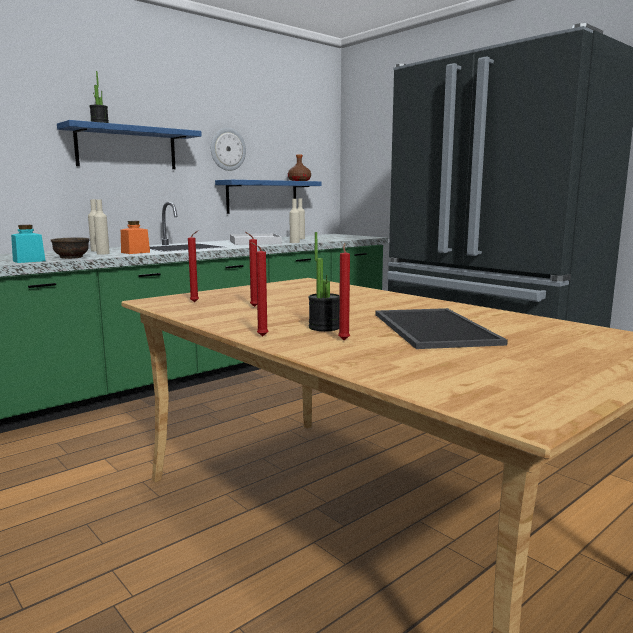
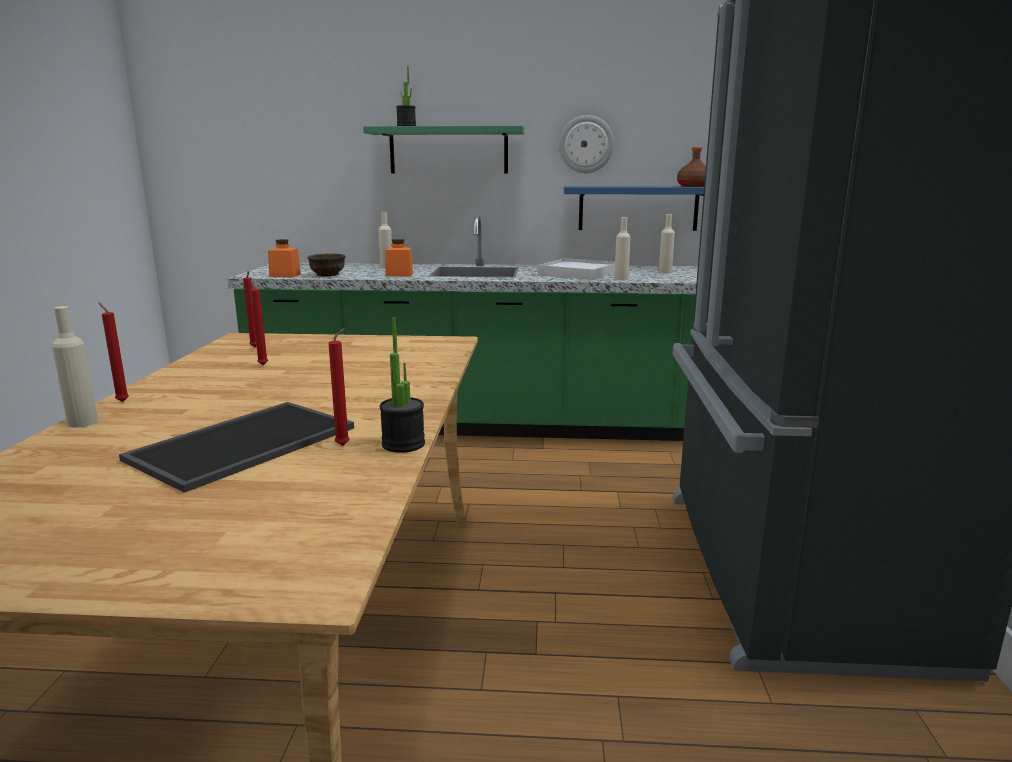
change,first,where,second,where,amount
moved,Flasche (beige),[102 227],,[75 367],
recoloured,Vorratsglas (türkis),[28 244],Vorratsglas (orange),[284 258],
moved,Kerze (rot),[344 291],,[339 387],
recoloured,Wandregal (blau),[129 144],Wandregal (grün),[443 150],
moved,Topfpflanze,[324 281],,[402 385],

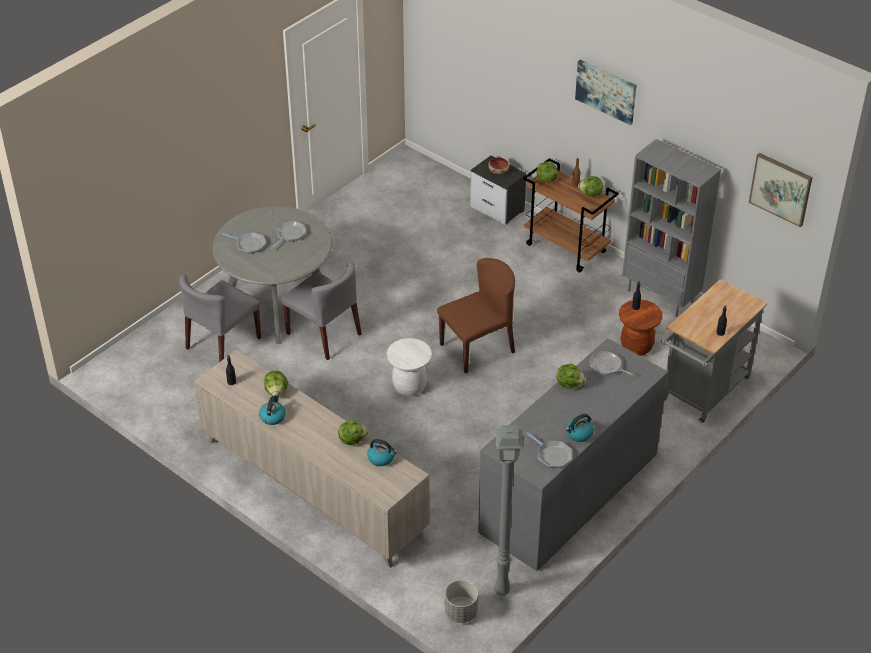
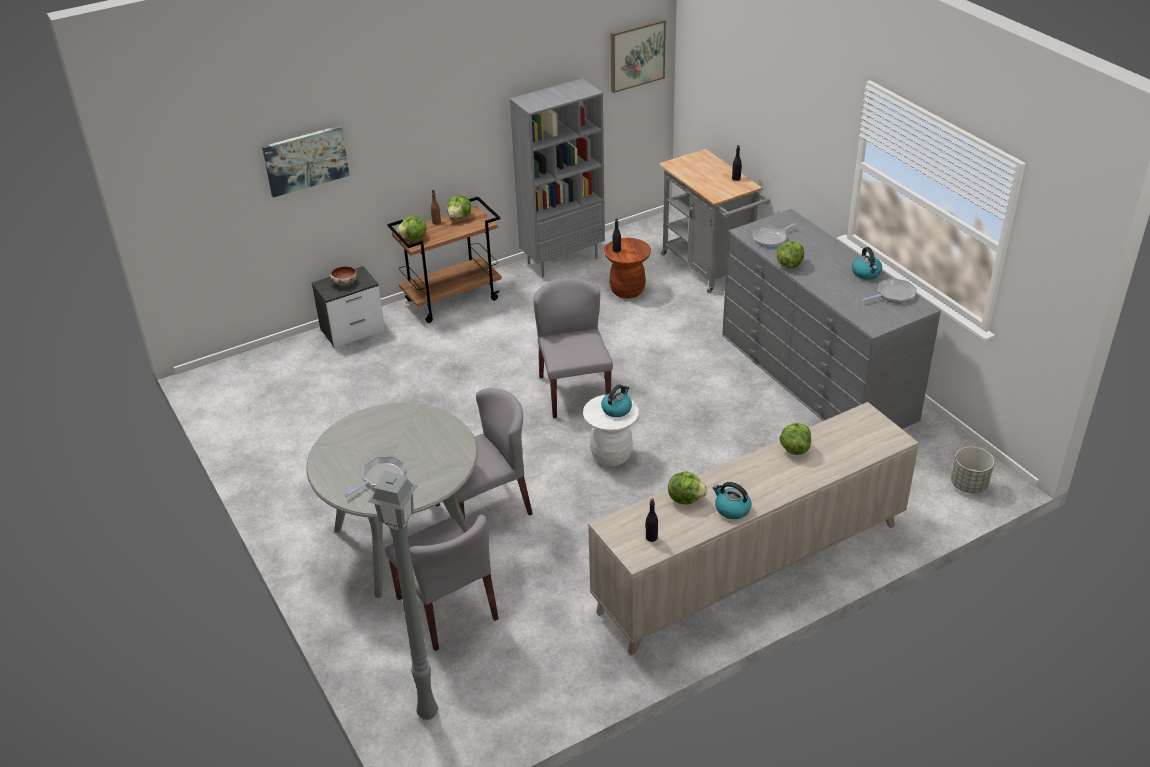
change,first,where,second,where,amount
moved,Bild,[606 92],,[306 161],
moved,Stehlampe (grau),[508 510],,[403 595],
recoloured,Stuhl (braun),[476 315],Stuhl (grau),[573 348],
moved,Wasserkessel,[382 452],,[616 400],
removed,Pfanne,[288 235],,,

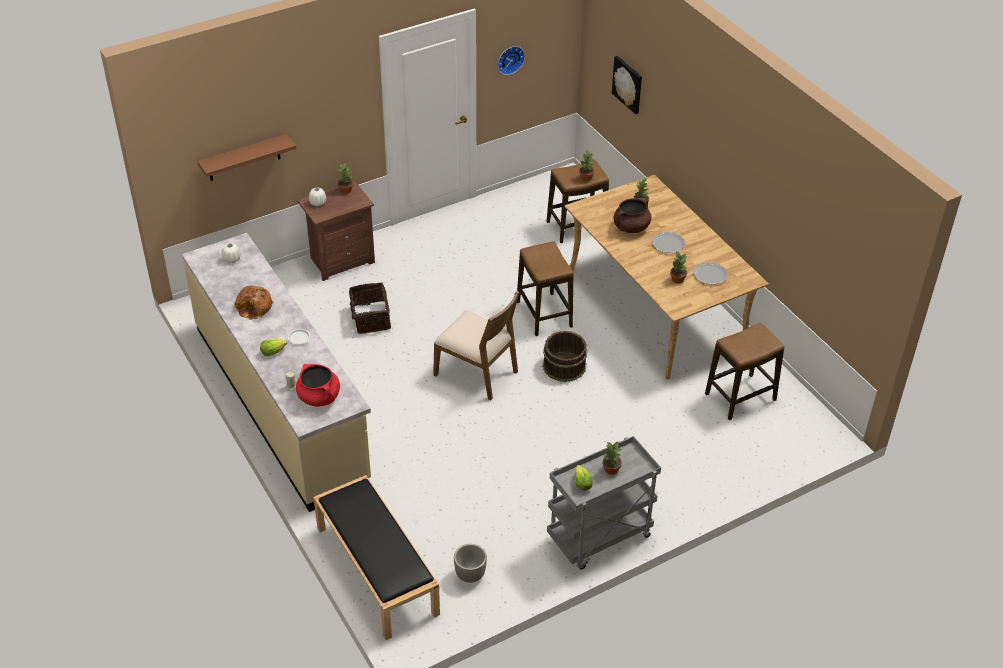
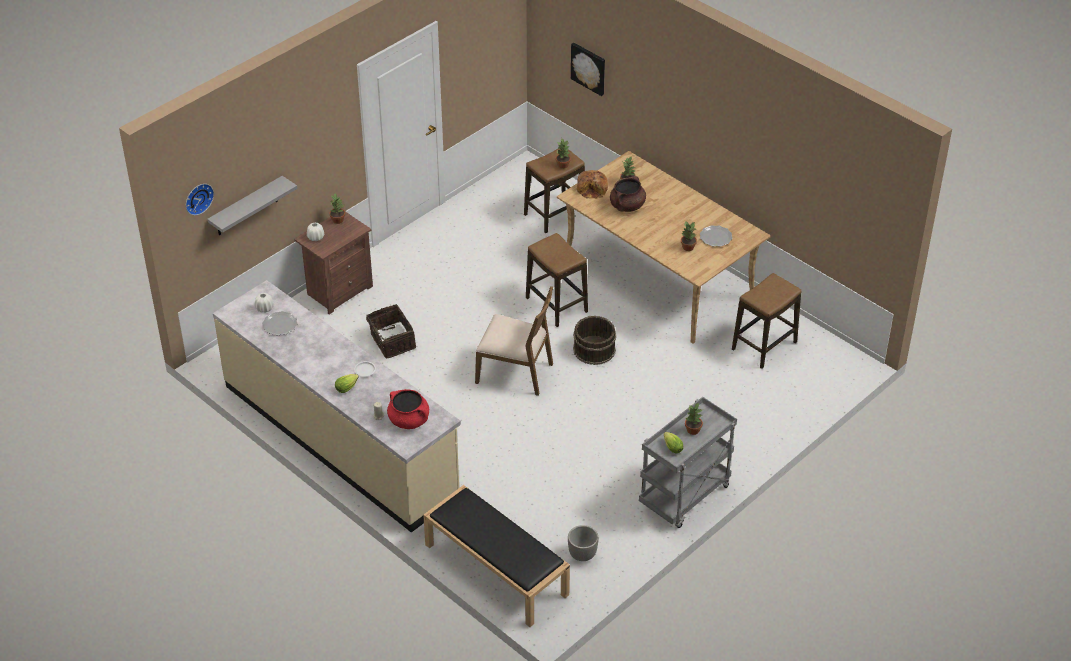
change,first,where,second,where,amount
moved,Wanduhr,[511 60],,[200 199],
recoloured,Wandregal (braun),[246 157],Wandregal (grau),[252 205],
moved,Teller,[668 242],,[280 323],
moved,Brot,[253 303],,[592 184],

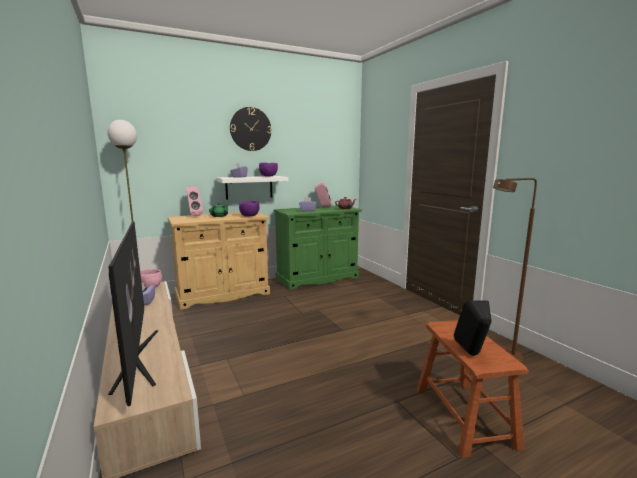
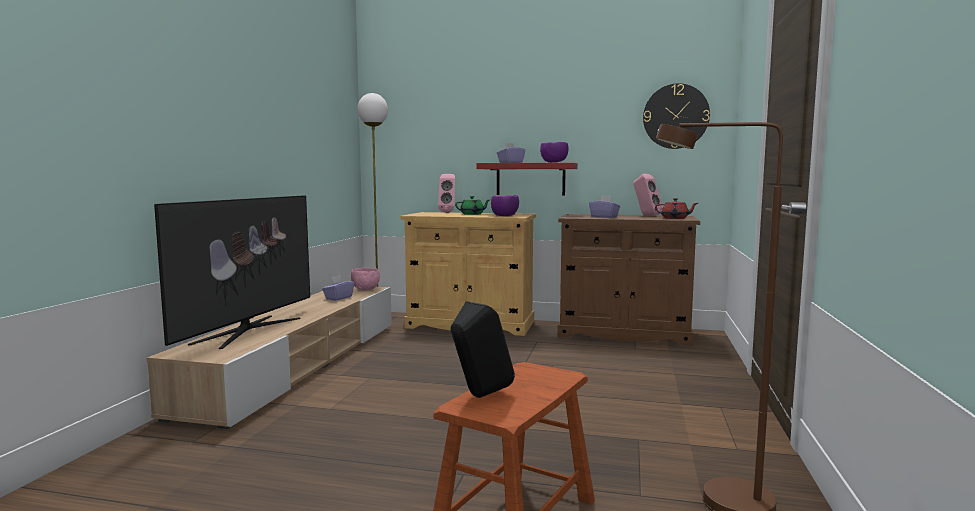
change,first,where,second,where,amount
recoloured,Wandregal (weiß),[252 188],Wandregal (rot),[527 179],
recoloured,Schrank (grün),[318 247],Schrank (braun),[629 279],
moved,Wanduhr,[251 129],,[676 116],

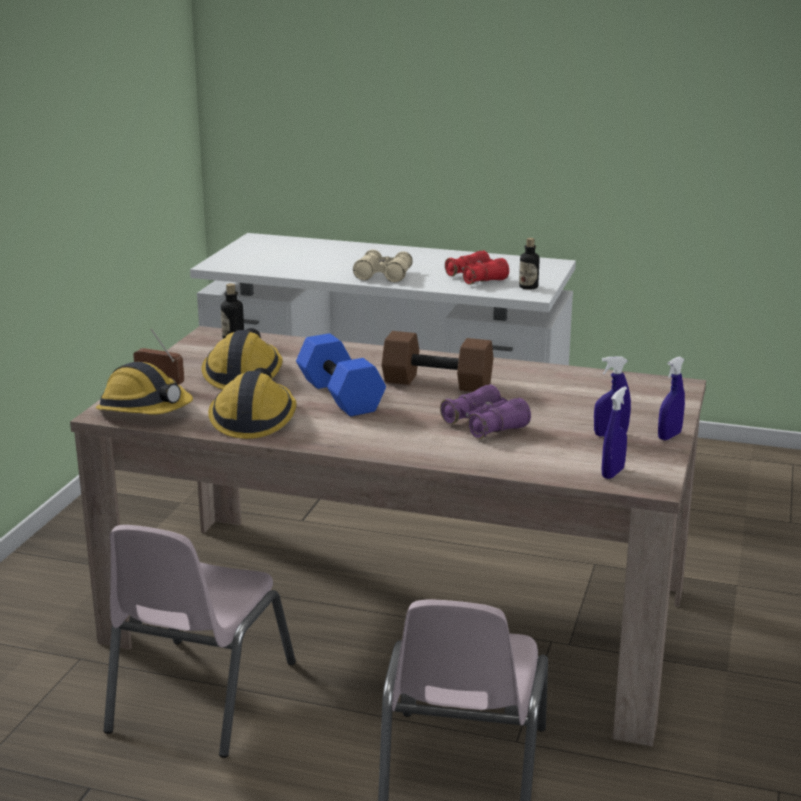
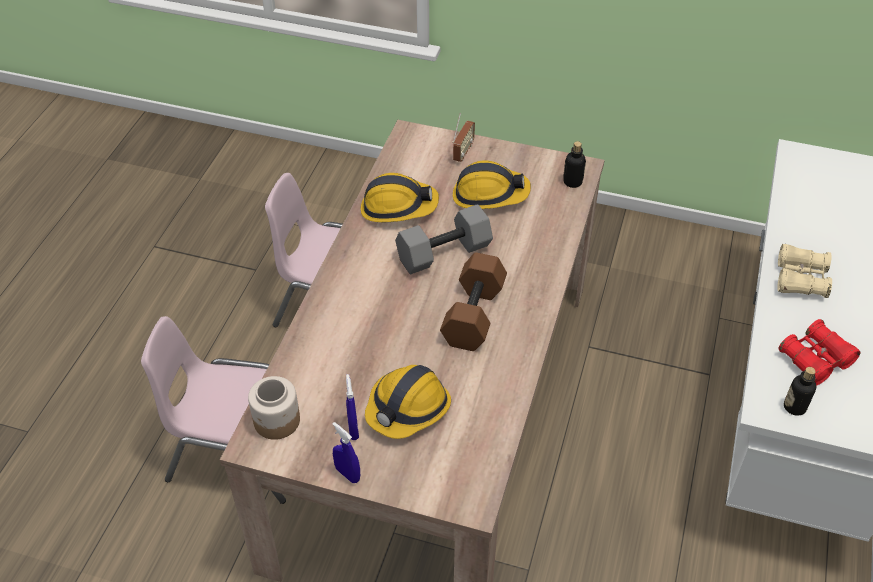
change,first,where,second,where,amount
replaced,Sprühflasche (blau),[614 432],Vorratsglas,[274 408],
moved,Schutzhelm,[144 388],,[408 402],
recoloured,Hantel (blau),[341 374],Hantel (grau),[444 239],
removed,Fernglas (lila),[485 411],,,

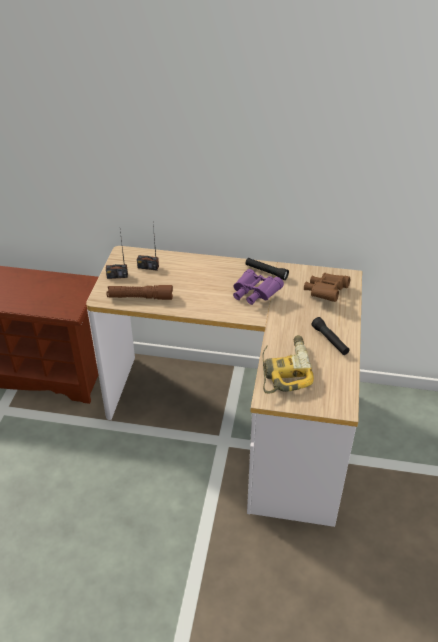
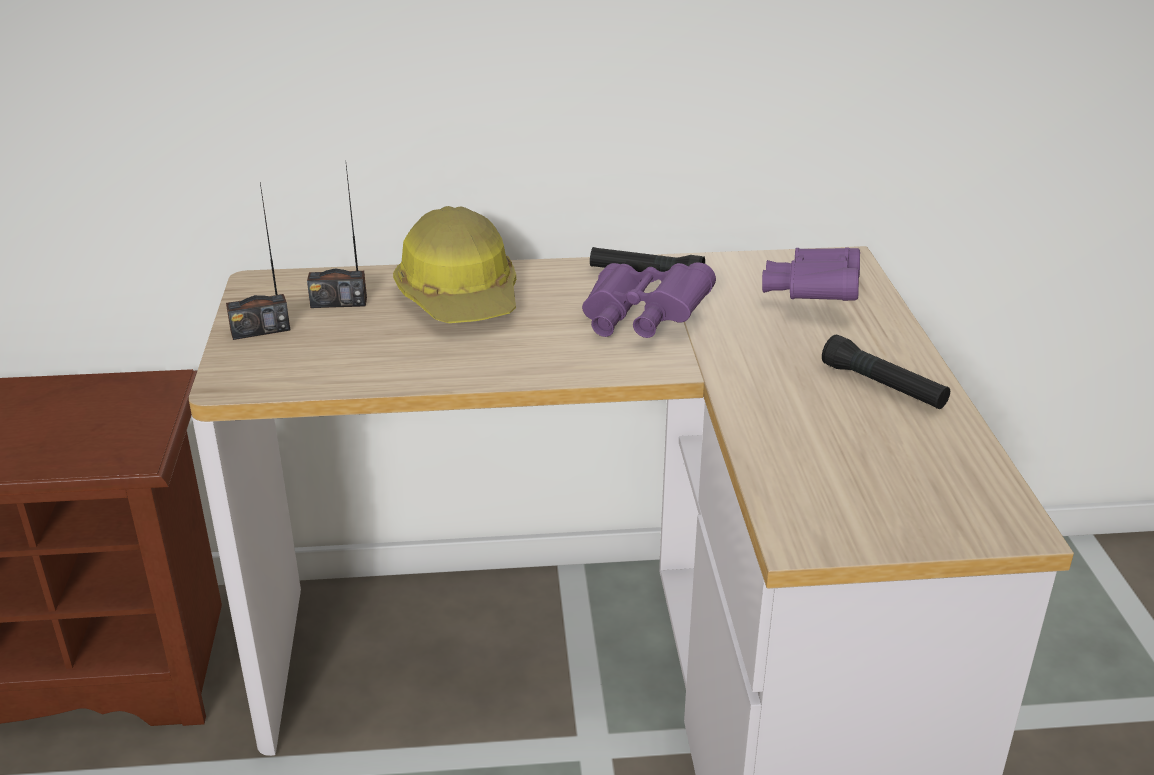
change,first,where,second,where,amount
added,,,Schutzhelm,[454 264],
recoloured,Fernglas (braun),[327 287],Fernglas (lila),[811 274],
removed,Taschenlampe (braun),[139 292],,,
removed,Bohrmaschine,[288 364],,,

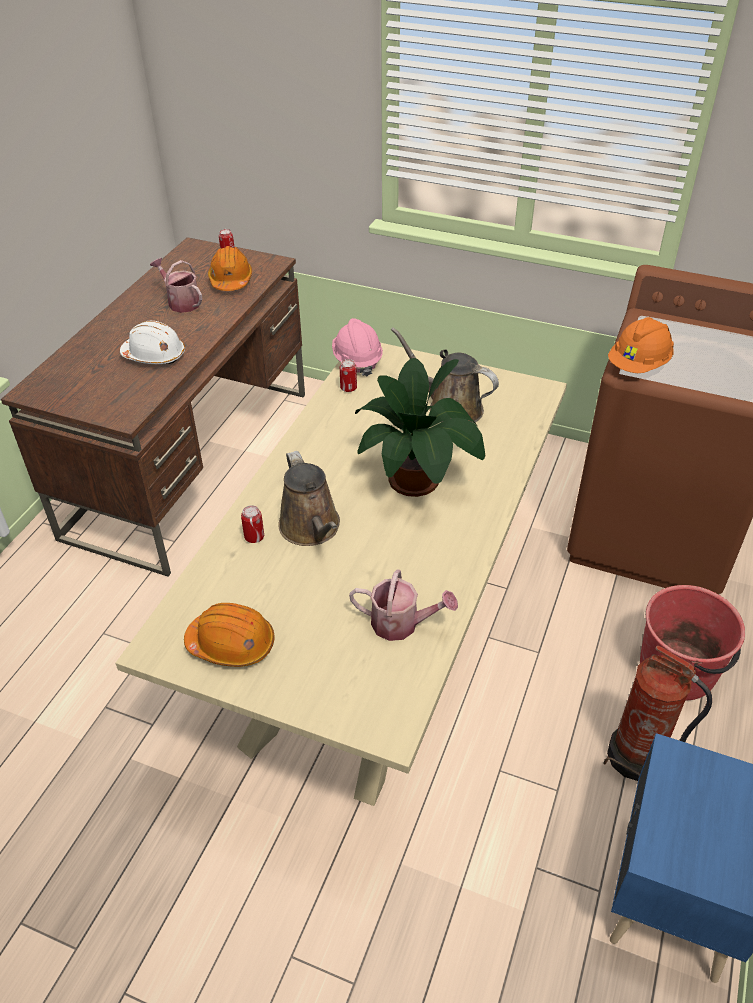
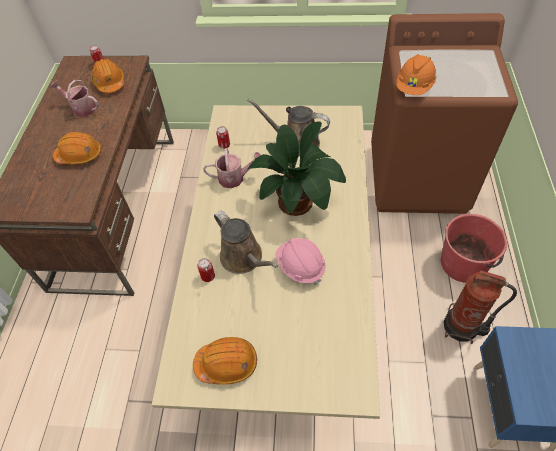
change,first,where,second,where,amount
recoloured,Schutzhelm (weiß),[152 342],Schutzhelm (orange),[77 148],
moved,Gießkanne,[403 605],,[232 168],
moved,Schutzhelm (rosa),[357 347],,[300 261],

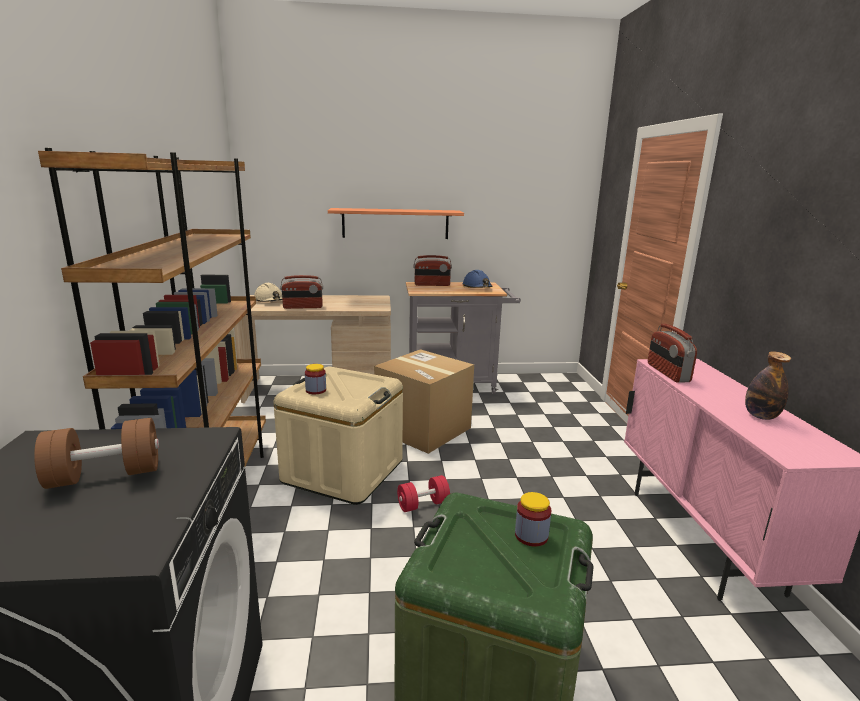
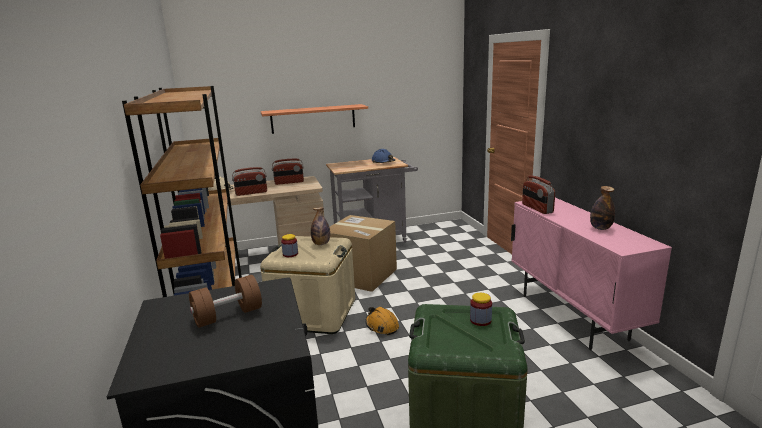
change,first,where,second,where,amount
moved,Radio,[432 270],,[288 172],
added,,,Flasche,[320 226],
replaced,Hantel (rot),[423 493],Schutzhelm (orange),[382 321],

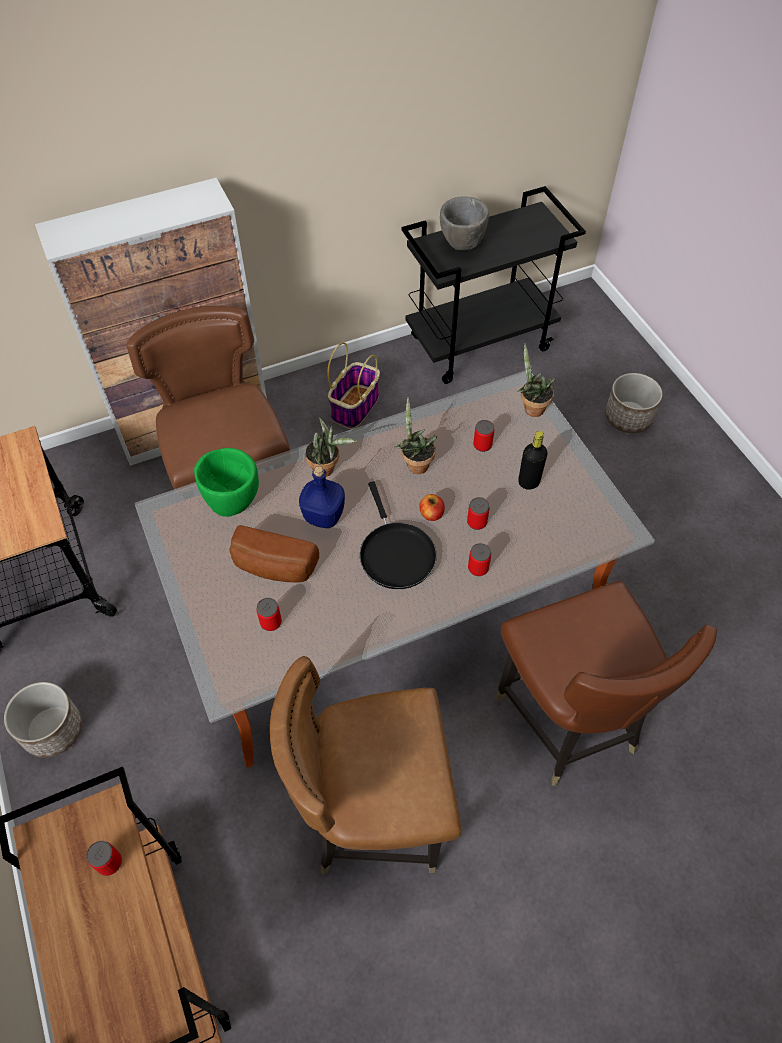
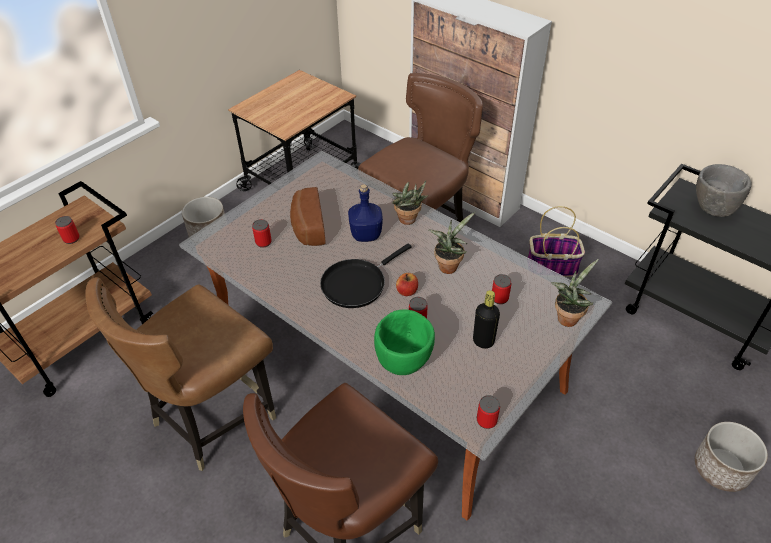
change,first,where,second,where,amount
turned,Stuhl (braun),[366 765],,[181 374],105 degrees counterclockwise
moved,Schüssel (grün),[226 482],,[404 342],
moved,Dose,[479 559],,[488 412],

